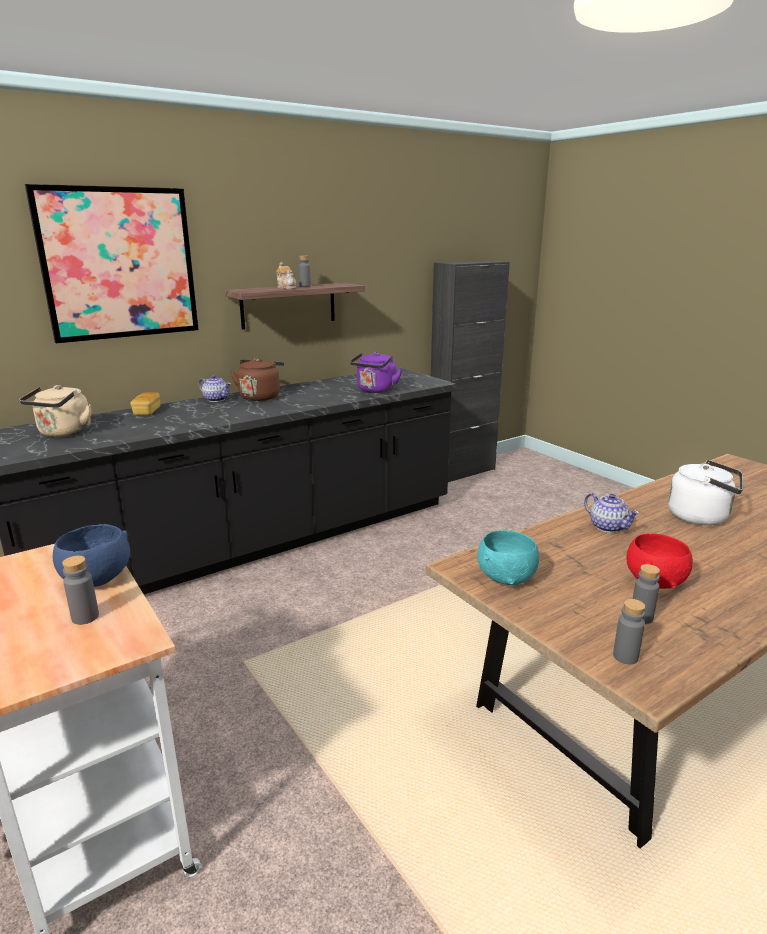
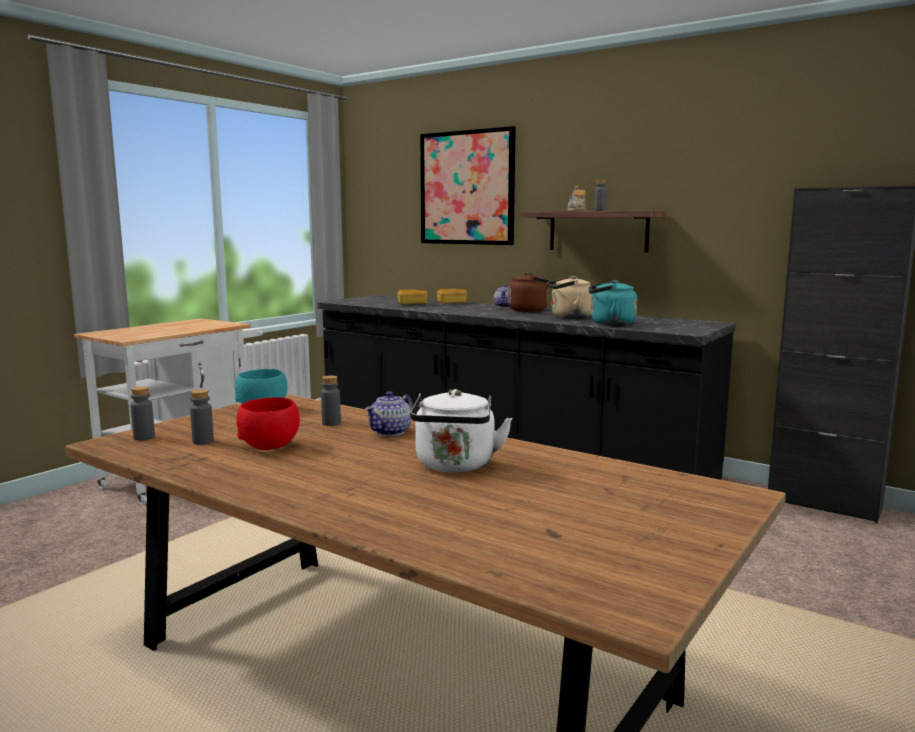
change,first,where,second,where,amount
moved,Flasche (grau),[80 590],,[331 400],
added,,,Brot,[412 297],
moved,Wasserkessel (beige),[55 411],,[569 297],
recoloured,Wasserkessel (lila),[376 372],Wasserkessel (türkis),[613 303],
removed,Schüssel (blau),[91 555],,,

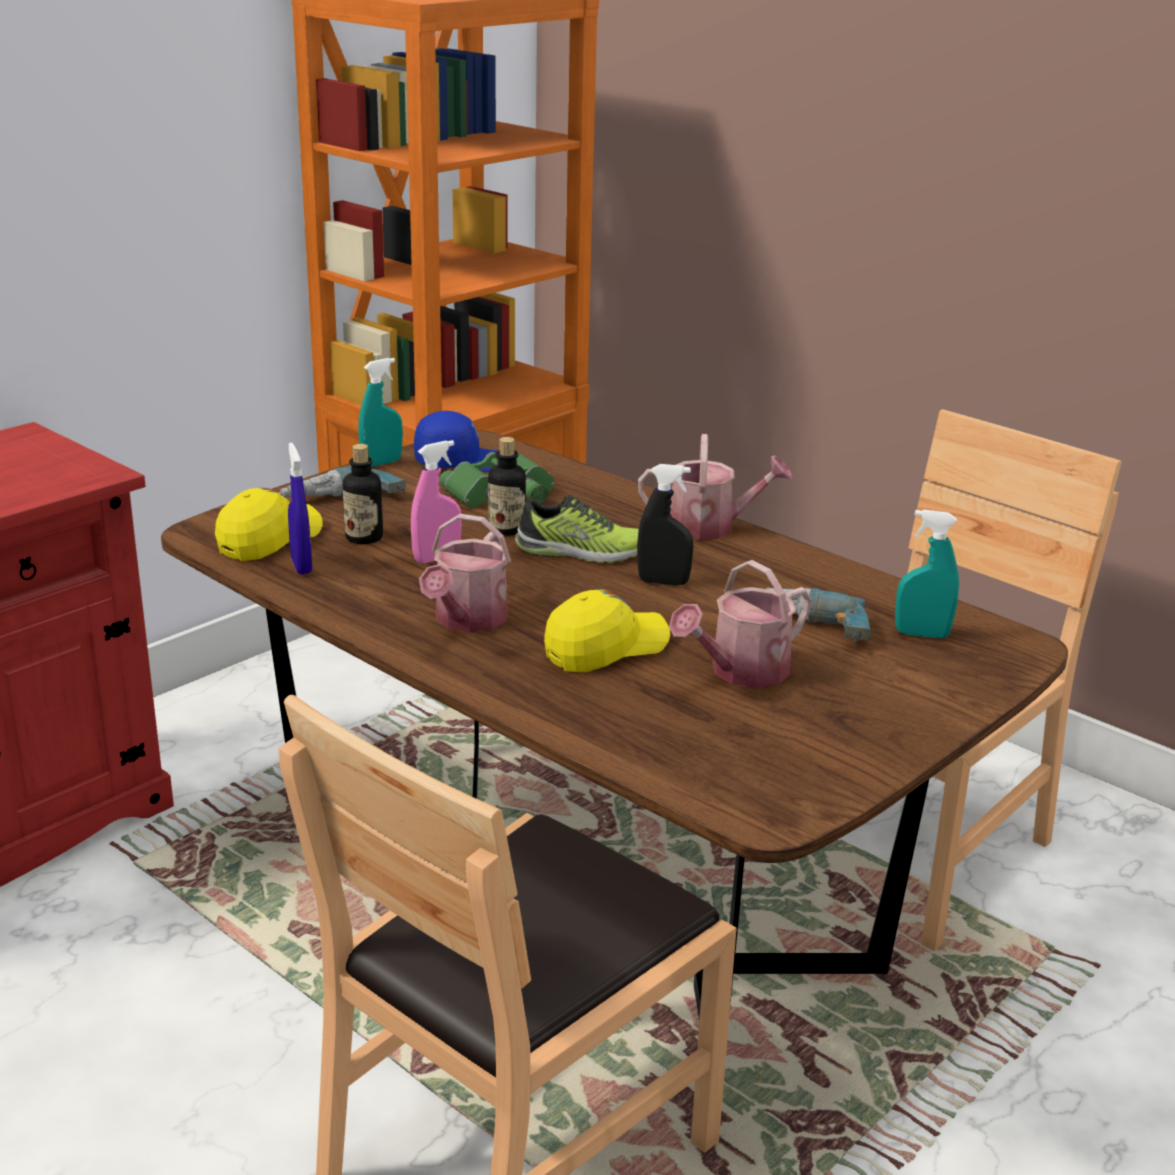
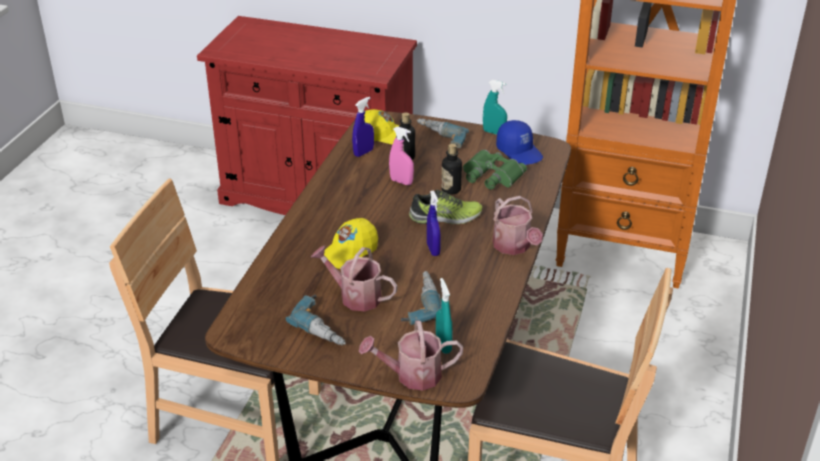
change,first,where,second,where,amount
added,,,Bohrmaschine,[316 320],
turned,Kappe (gelb),[607 630],,[351 243],105 degrees clockwise
moved,Gießkanne,[465 573],,[411 355],
turned,Schuh,[577 529],,[445 207],75 degrees counterclockwise
recoloured,Sprühflasche (schwarz),[665 525],Sprühflasche (blau),[434 223],

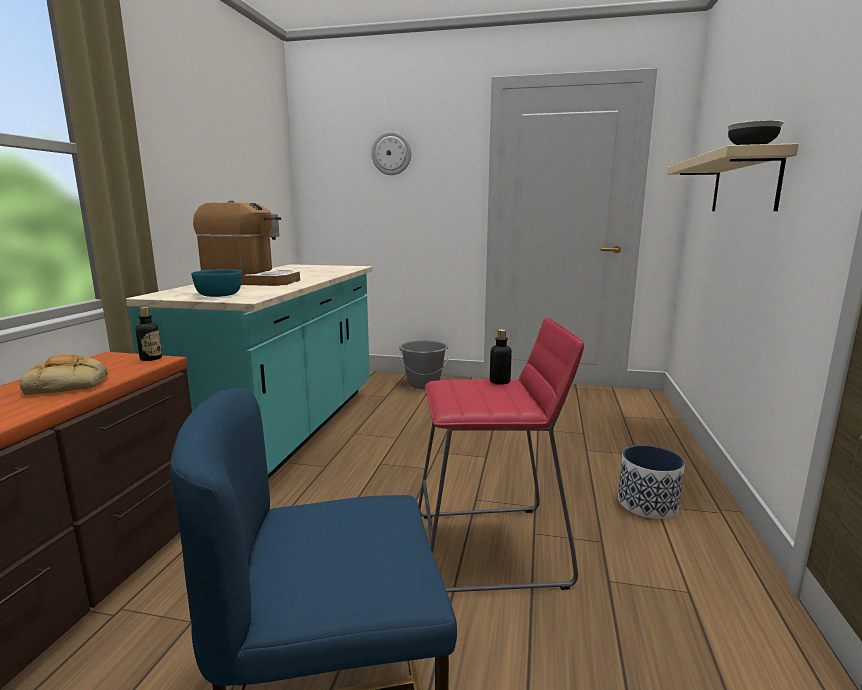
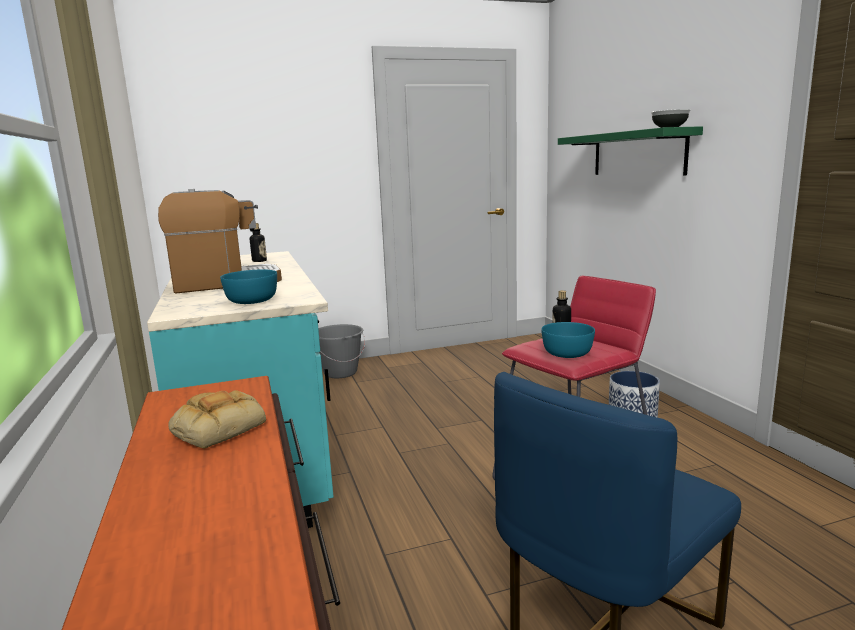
change,first,where,second,where,amount
moved,Flasche,[149 334],,[258 242],
added,,,Schüssel (türkis),[568 340],
recoloured,Wandregal (beige),[733 177],Wandregal (grün),[630 150],
removed,Wanduhr,[391 153],,,

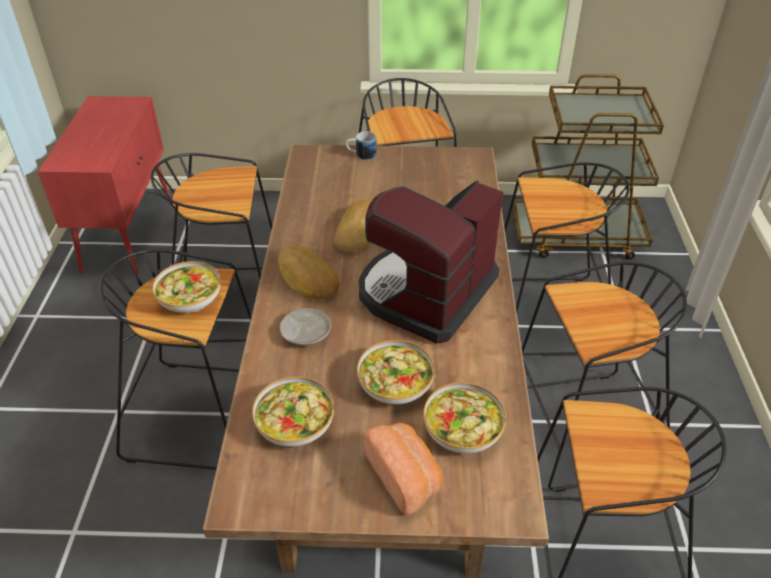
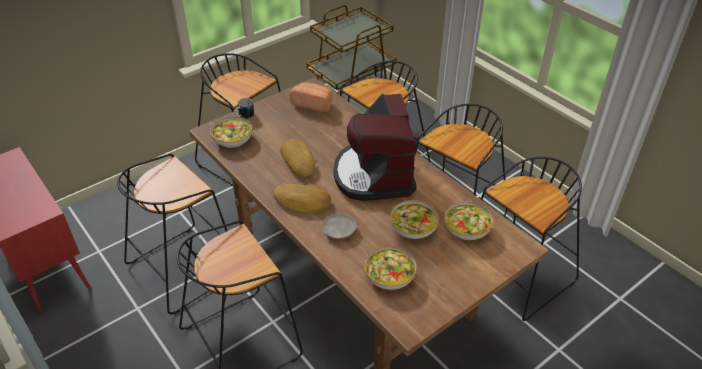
change,first,where,second,where,amount
moved,Schüssel,[186 287],,[231 132],
moved,Brot,[402 469],,[311 97],

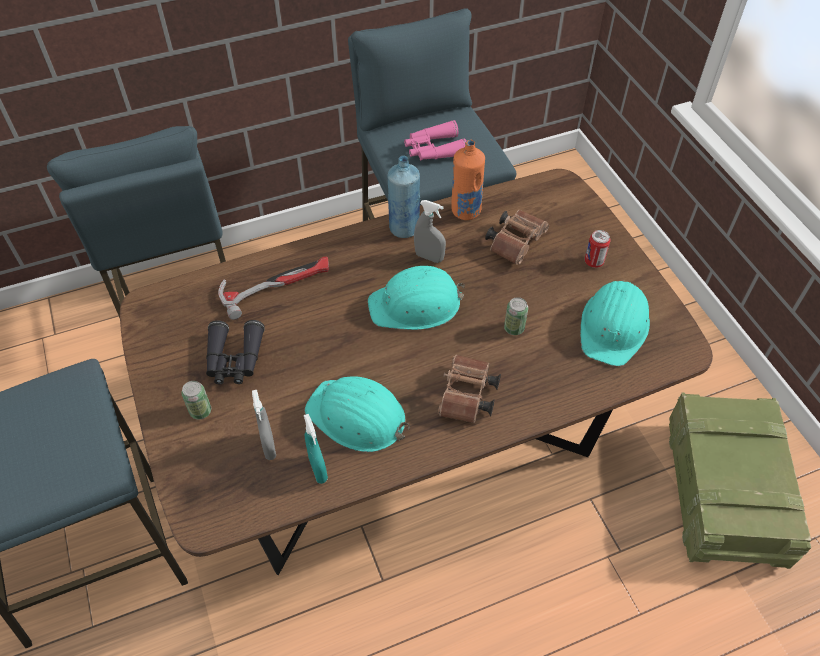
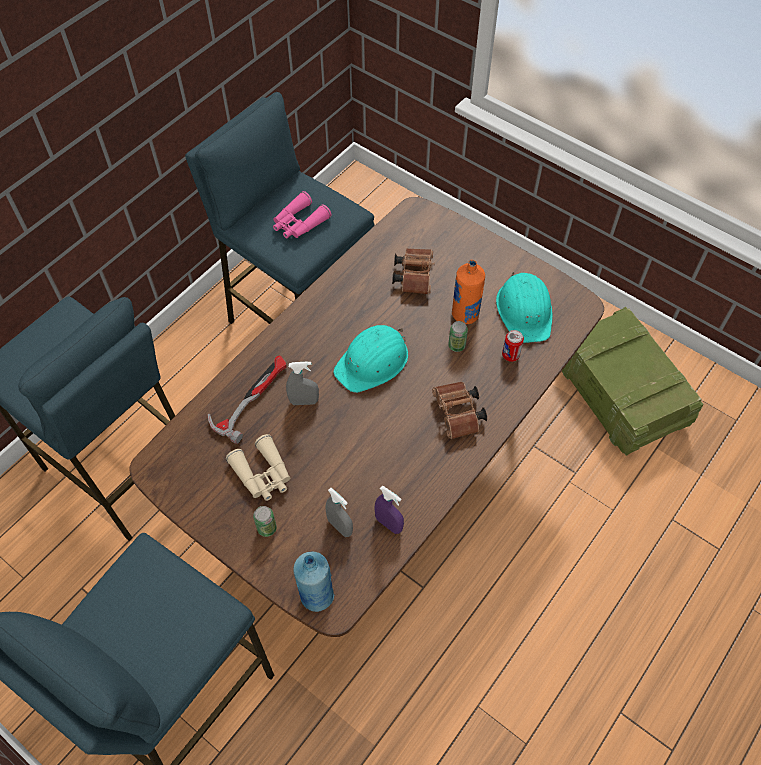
change,first,where,second,where,amount
recoloured,Fernglas (schwarz),[235 352],Fernglas (beige),[258 467],
moved,Sprühflasche (grau),[430 231],,[302 383],
moved,Flasche (blau),[404 196],,[313 582],
recoloured,Sprühflasche (türkis),[316 449],Sprühflasche (lila),[389 509],
moved,Flasche (orange),[468 179],,[468 292],
moved,Dose,[598 249],,[513 346],
removed,Schutzhelm (türkis),[357 414],,,

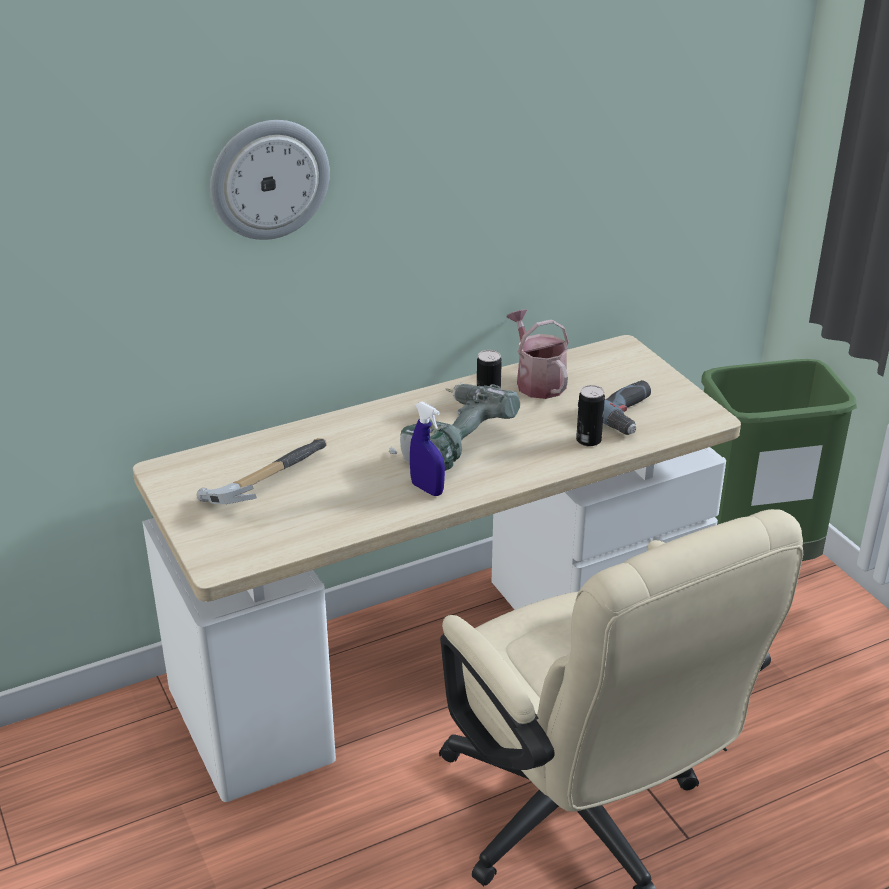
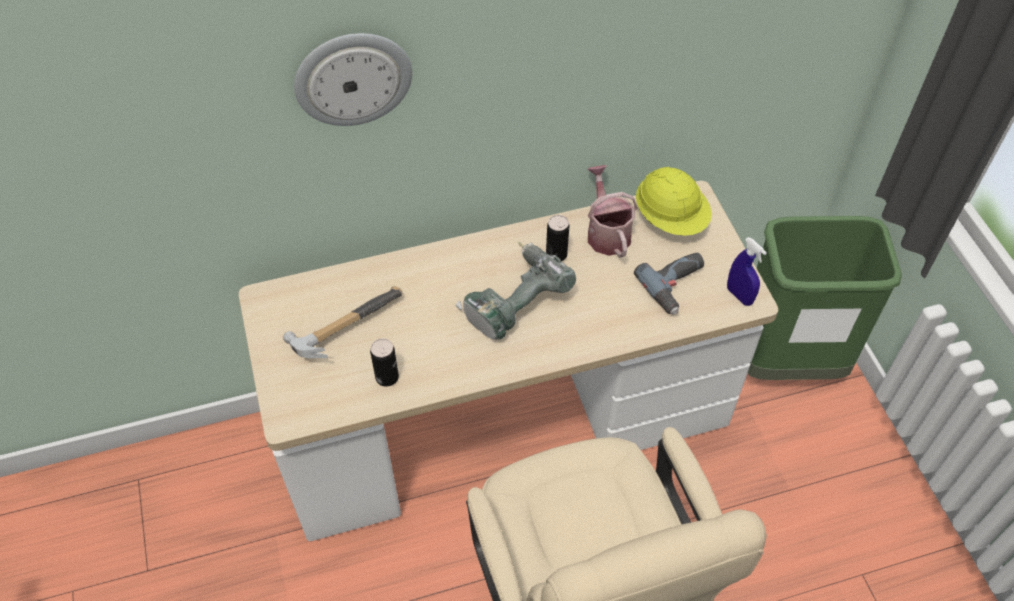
change,first,where,second,where,amount
moved,Dose,[590 415],,[384 362],
added,,,Schutzhelm (gelb),[674 201],
moved,Sprühflasche (blau),[427 449],,[747 271],

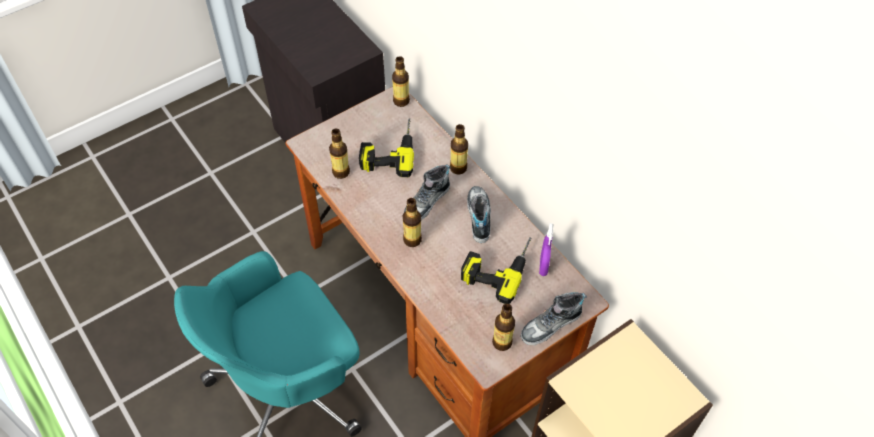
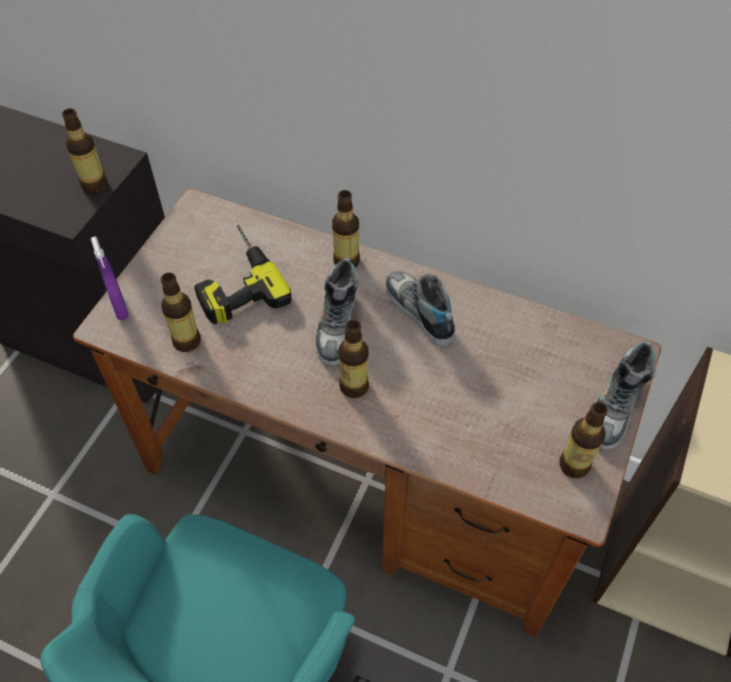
change,first,where,second,where,amount
moved,Flasche,[401 81],,[85 151],
moved,Sprühflasche (lila),[546 249],,[110 278],
removed,Bohrmaschine,[496 270],,,

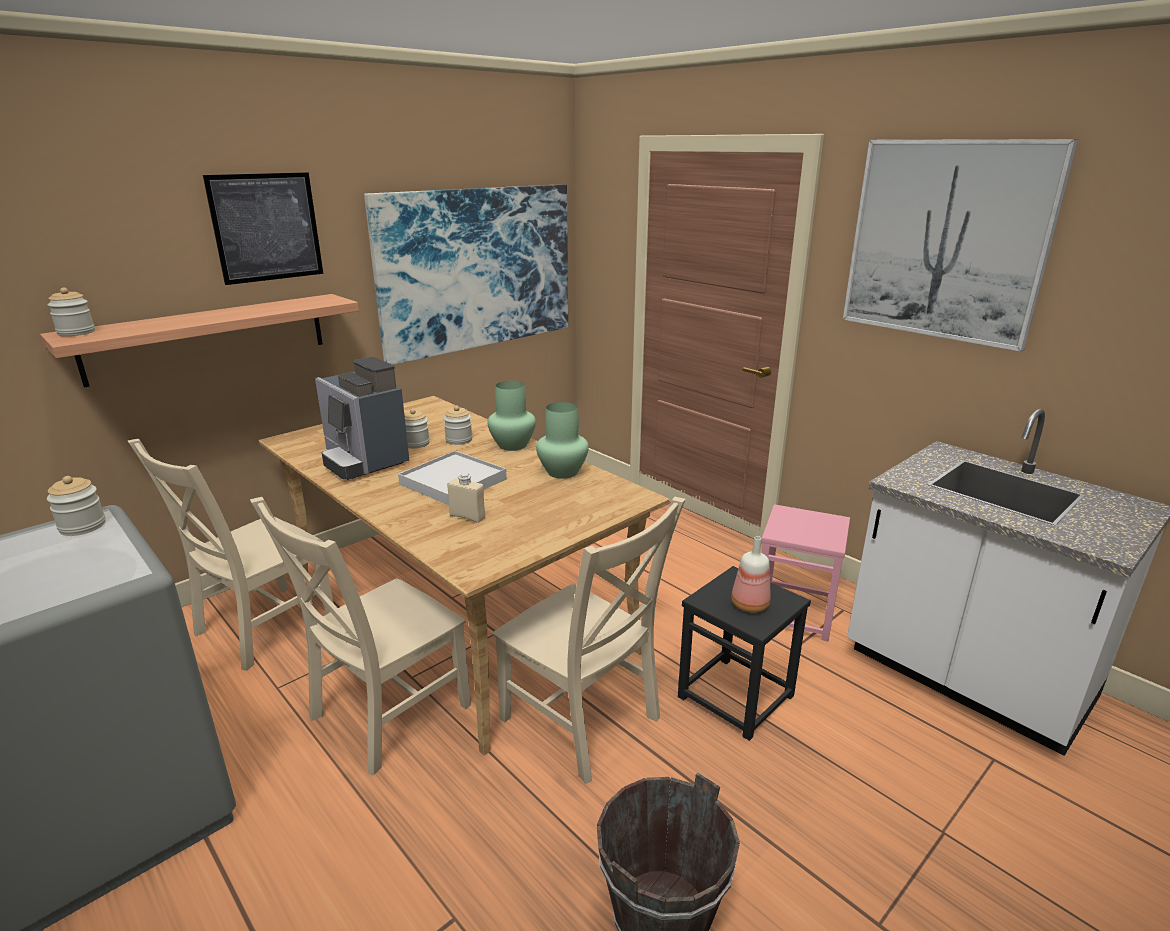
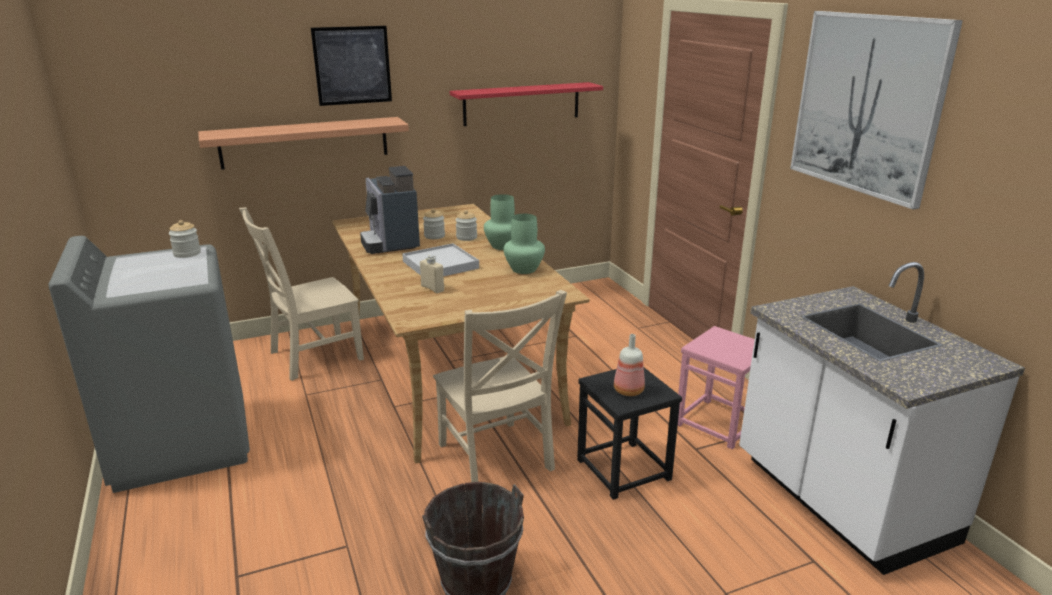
change,first,where,second,where,amount
replaced,Bild,[466 274],Wandregal (rot),[526 104],
removed,Vorratsglas,[71 312],,,
removed,Stuhl (beige),[360 636],,,

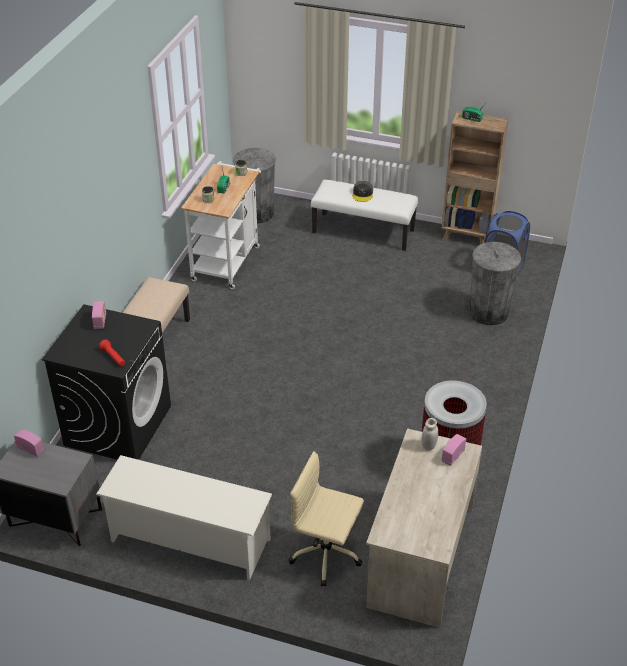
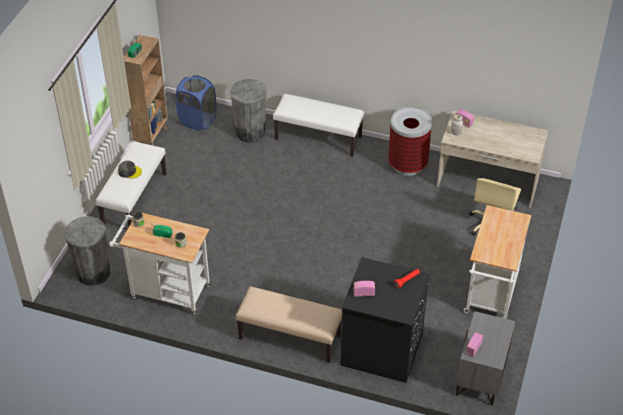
change,first,where,second,where,amount
added,,,Bank (weiß),[318 125],
replaced,Schuhregal (weiß),[184 517],Rollwagen (weiß),[497 262],

